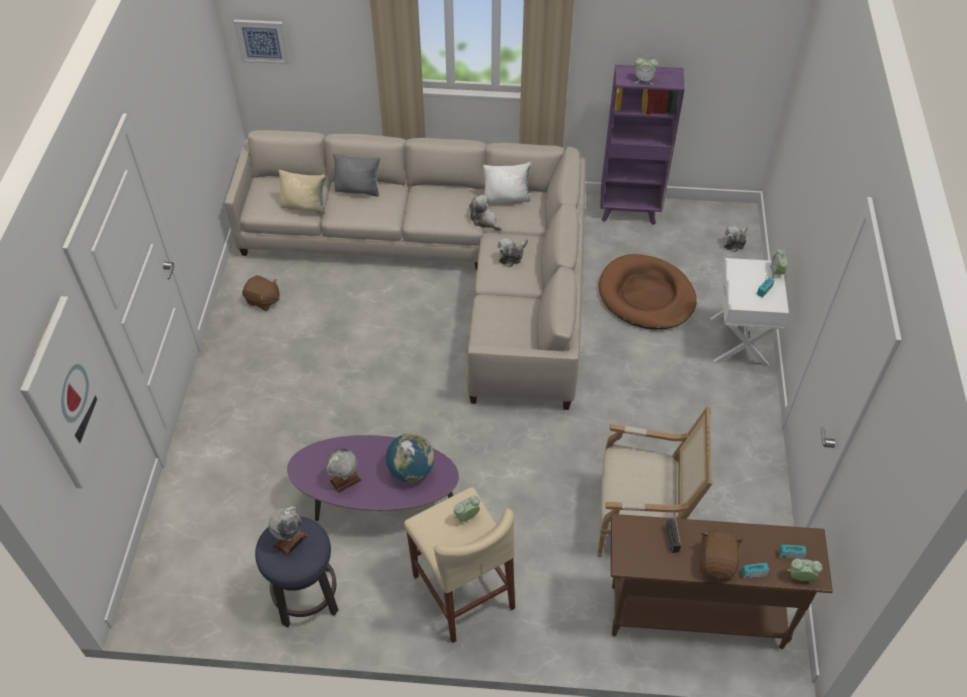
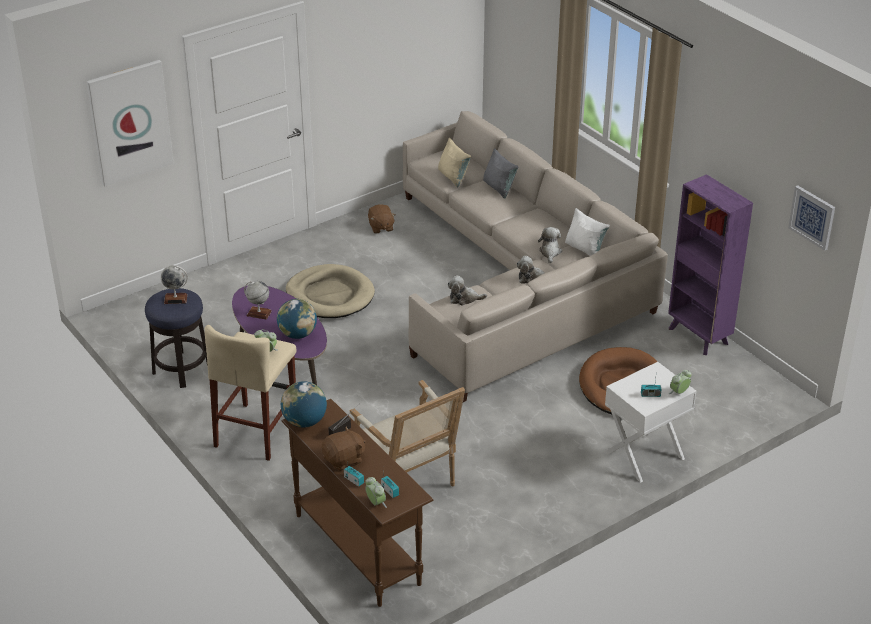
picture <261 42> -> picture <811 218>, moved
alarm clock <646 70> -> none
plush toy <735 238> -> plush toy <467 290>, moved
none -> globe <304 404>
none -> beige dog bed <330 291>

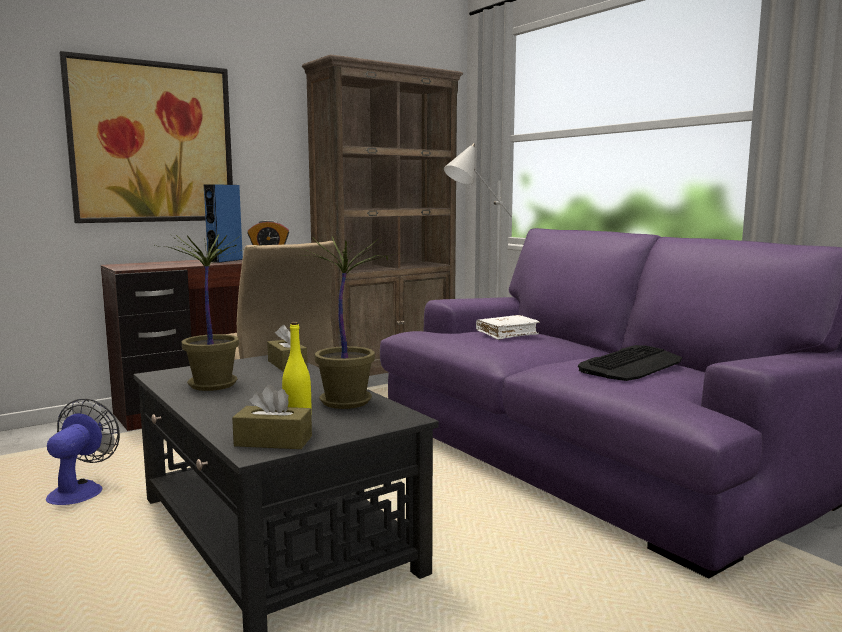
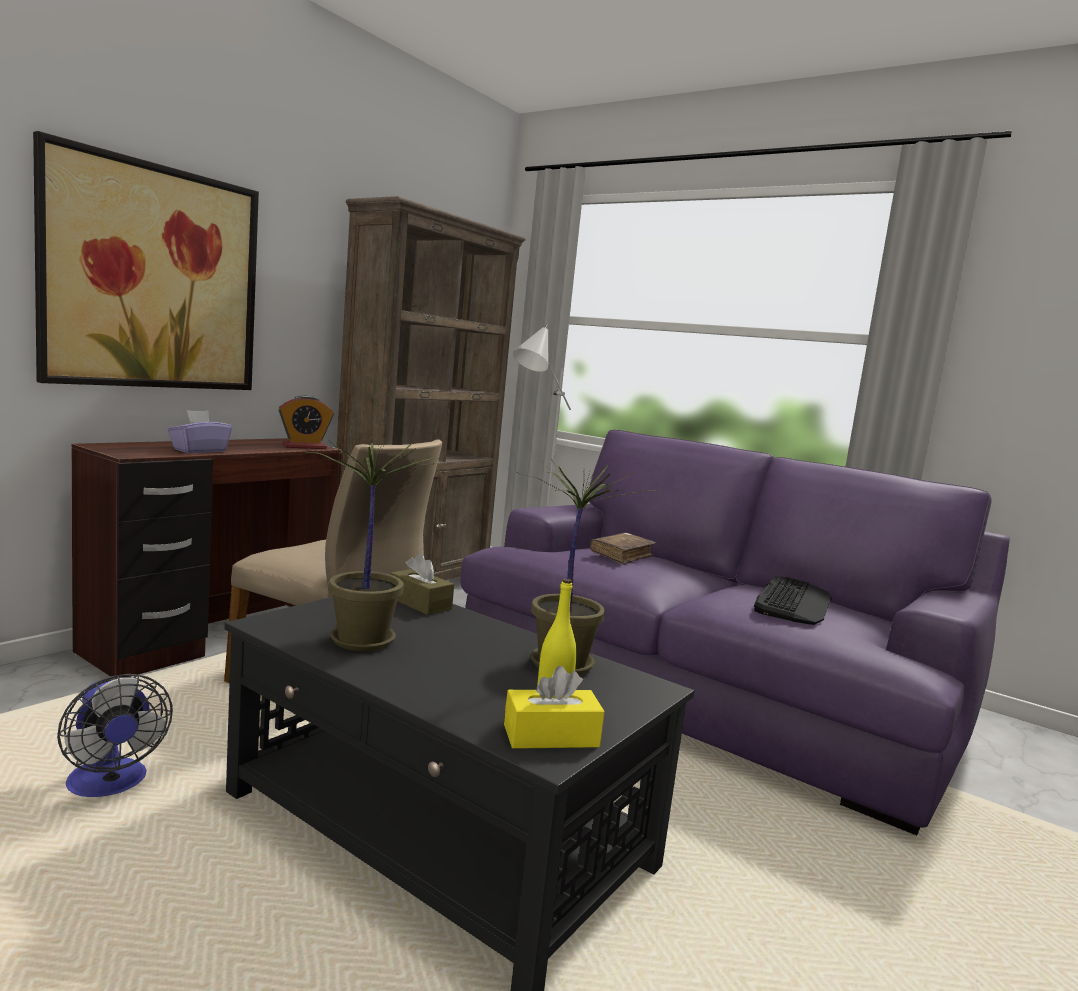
fan <83 452> -> fan <115 735>, 150 degrees clockwise
blue speaker <223 223> -> none
brown tissue box <272 417> -> yellow tissue box <554 707>
white book <508 327> -> brown book <623 548>
none -> purple tissue box <200 431>

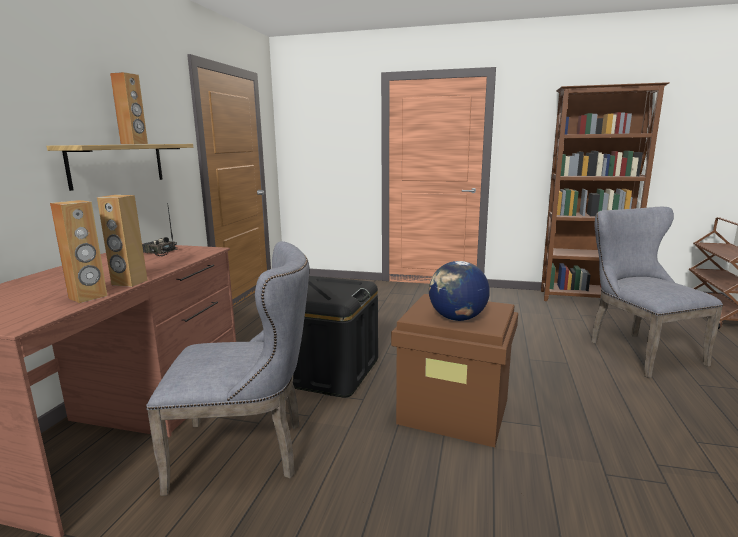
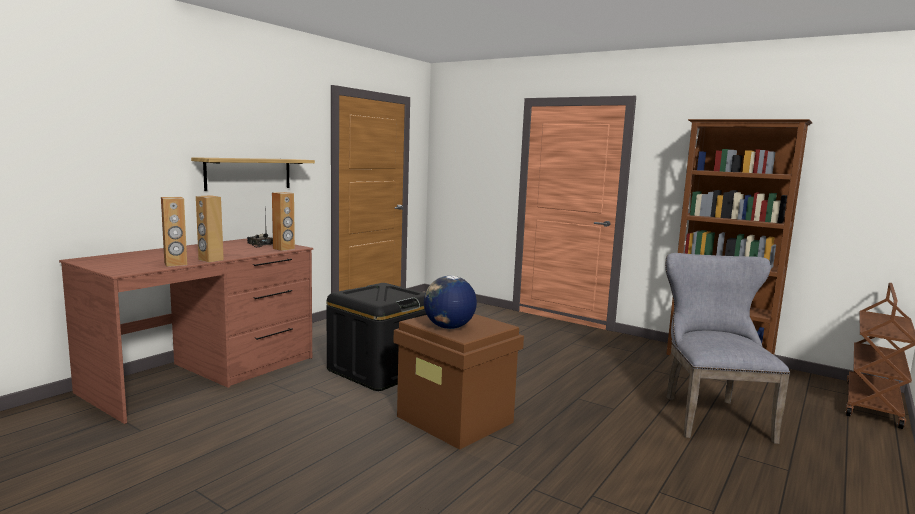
brown speaker <129 108> -> brown speaker <283 221>, moved
grey chair <227 368> -> none

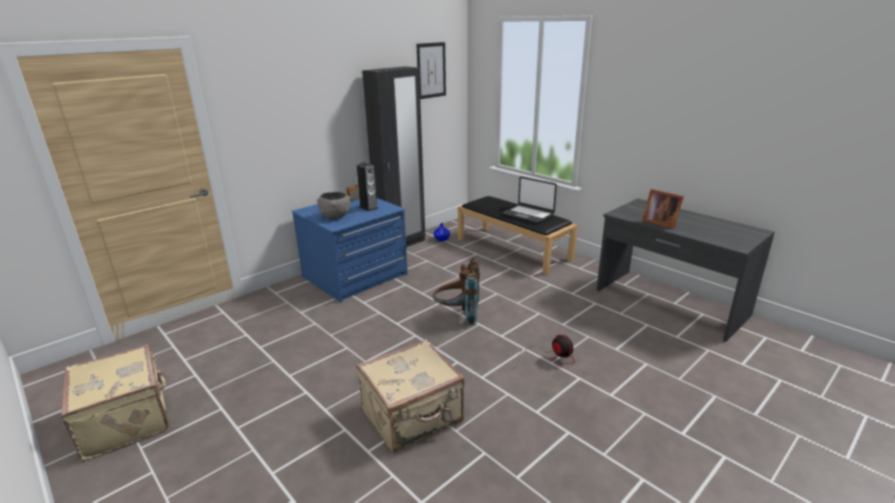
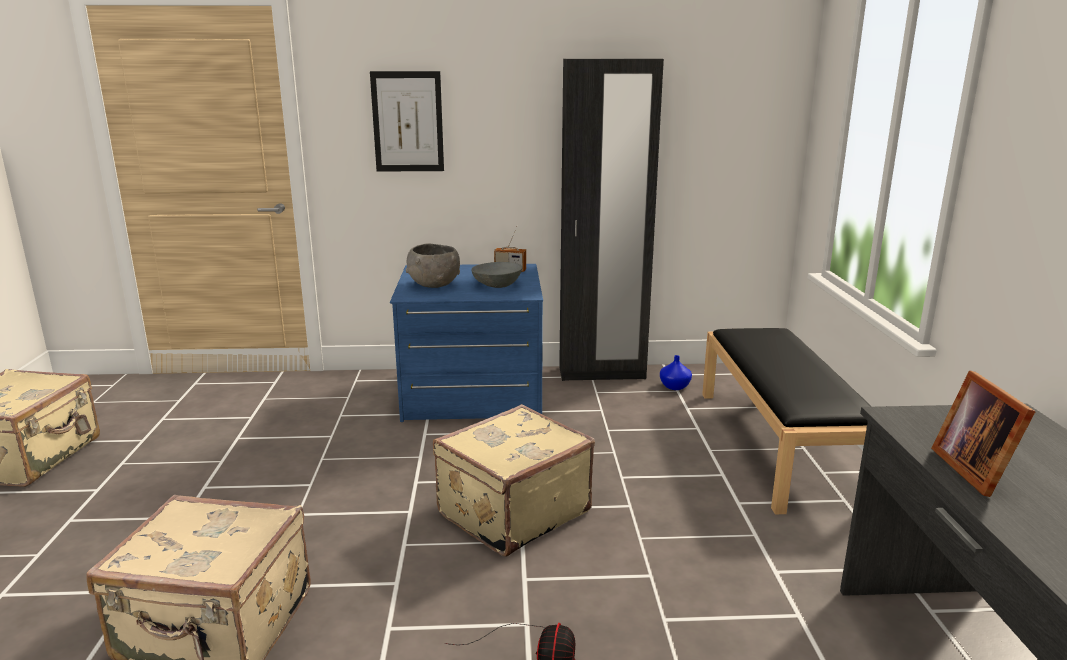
speaker <367 187> -> grey bowl <497 275>
picture <431 70> -> picture <407 121>, moved
brown backpack <456 291> -> beige suitcase <514 480>
laptop <529 199> -> none

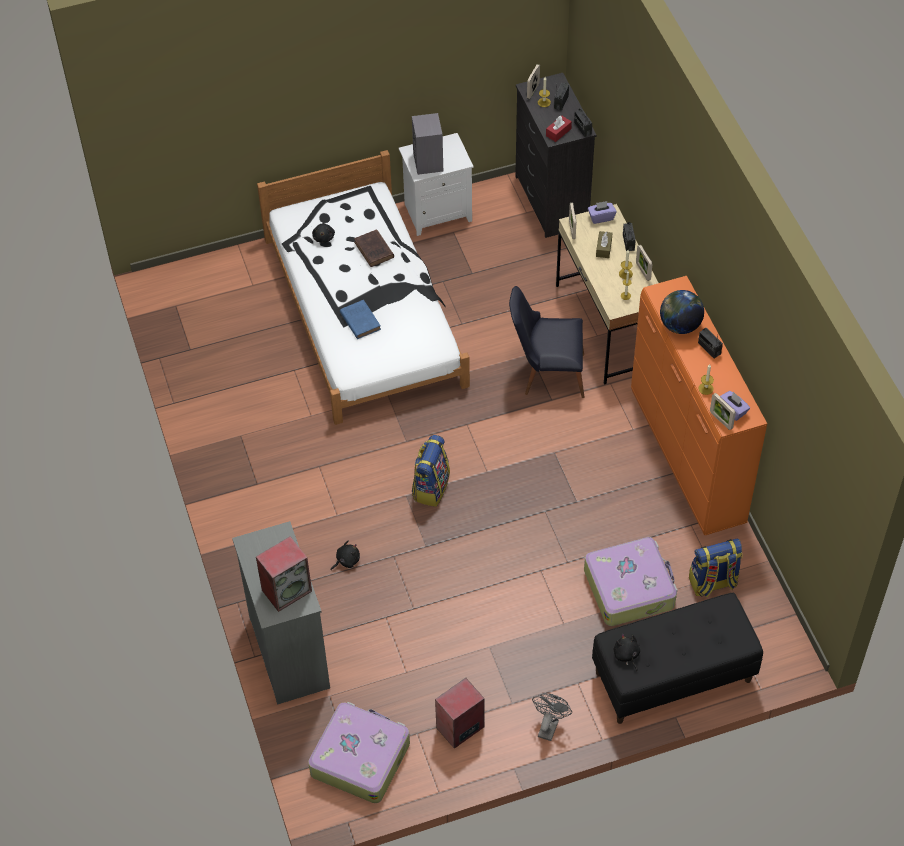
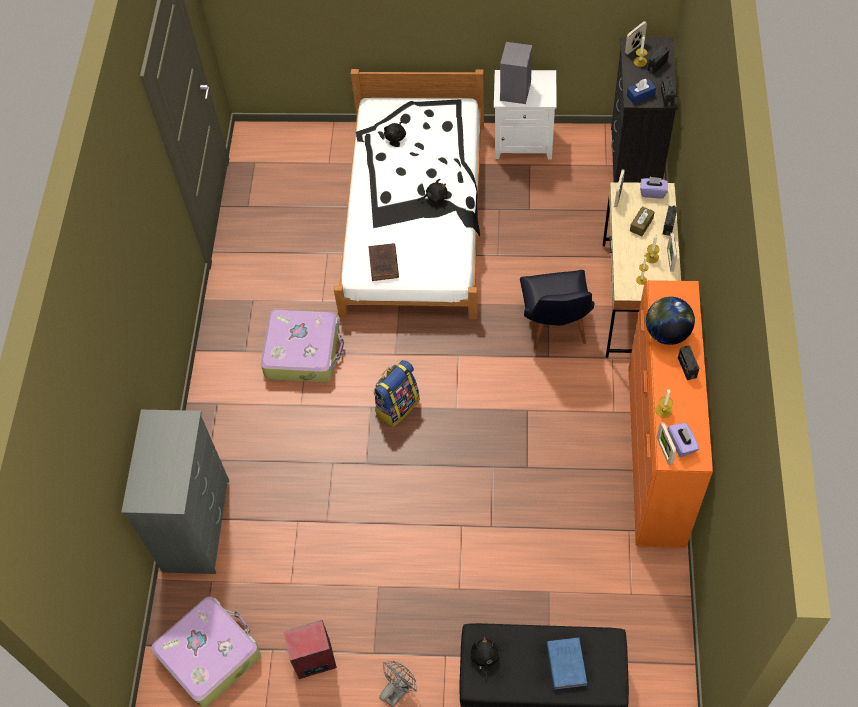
speaker <284 574> -> none
black plush toy <345 555> -> black plush toy <433 191>, moved
blue book <360 319> -> blue book <567 663>, moved
brown book <374 248> -> brown book <383 262>, moved
black chair <546 342> -> black chair <557 310>, 120 degrees counterclockwise
red tissue box <559 129> -> blue tissue box <641 91>
suitcase <630 581> -> suitcase <302 345>, moved
backpack <716 567> -> none

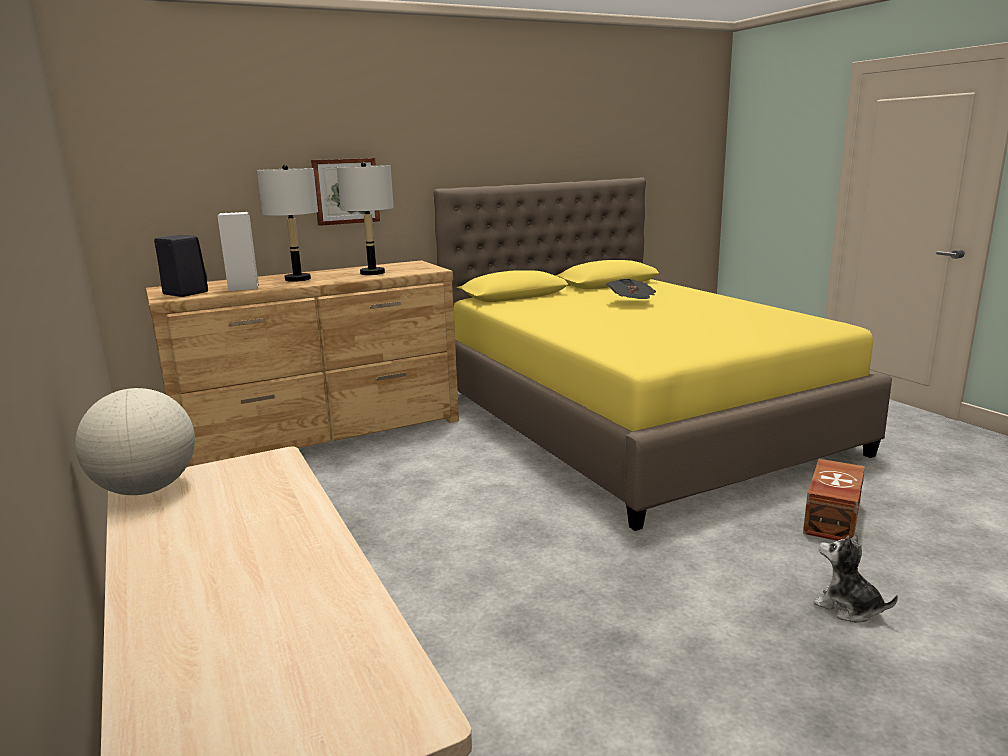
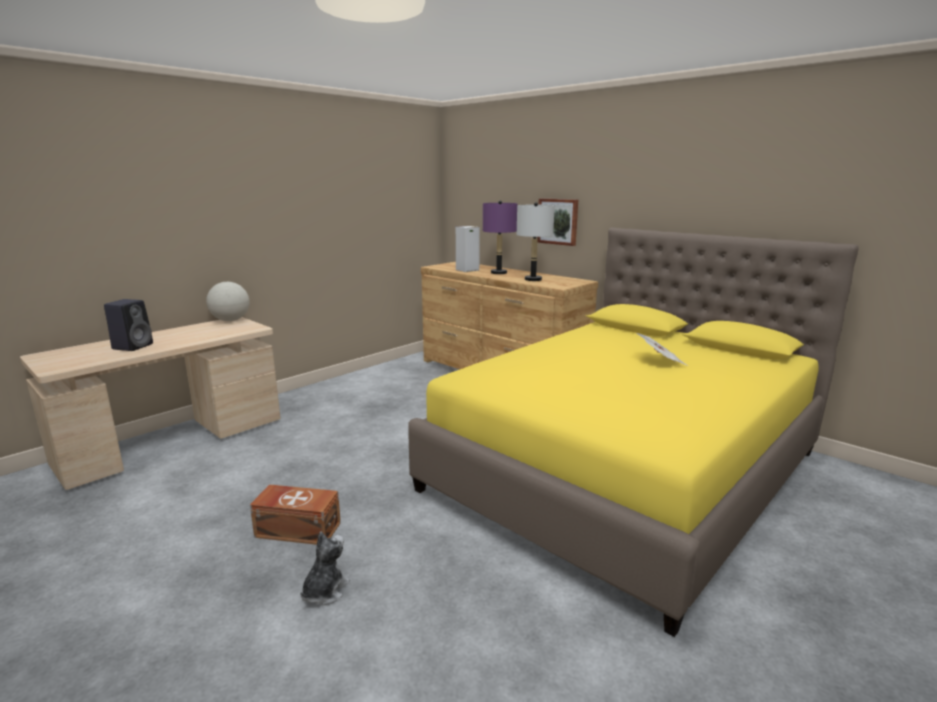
black speaker <181 266> -> black speaker <128 325>, moved
grey table lamp <287 223> -> purple table lamp <500 237>
brown storage box <834 500> -> brown storage box <295 514>, moved

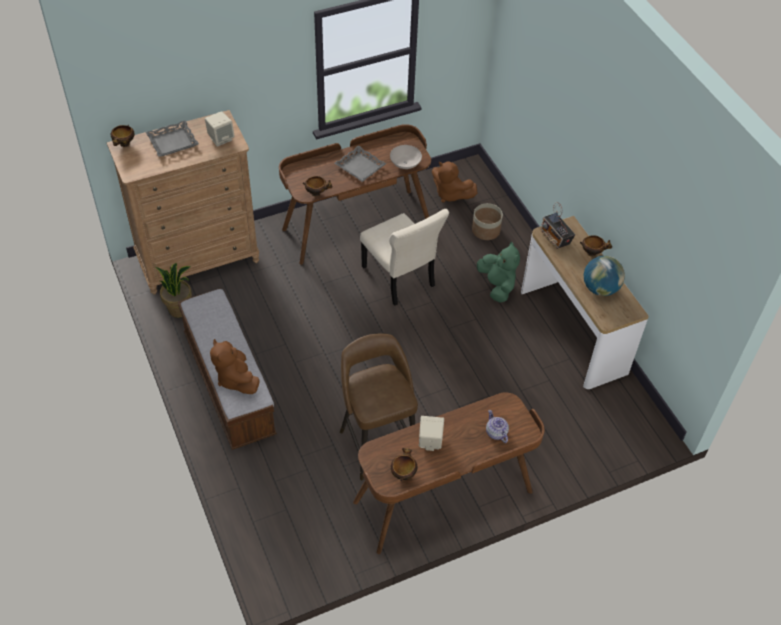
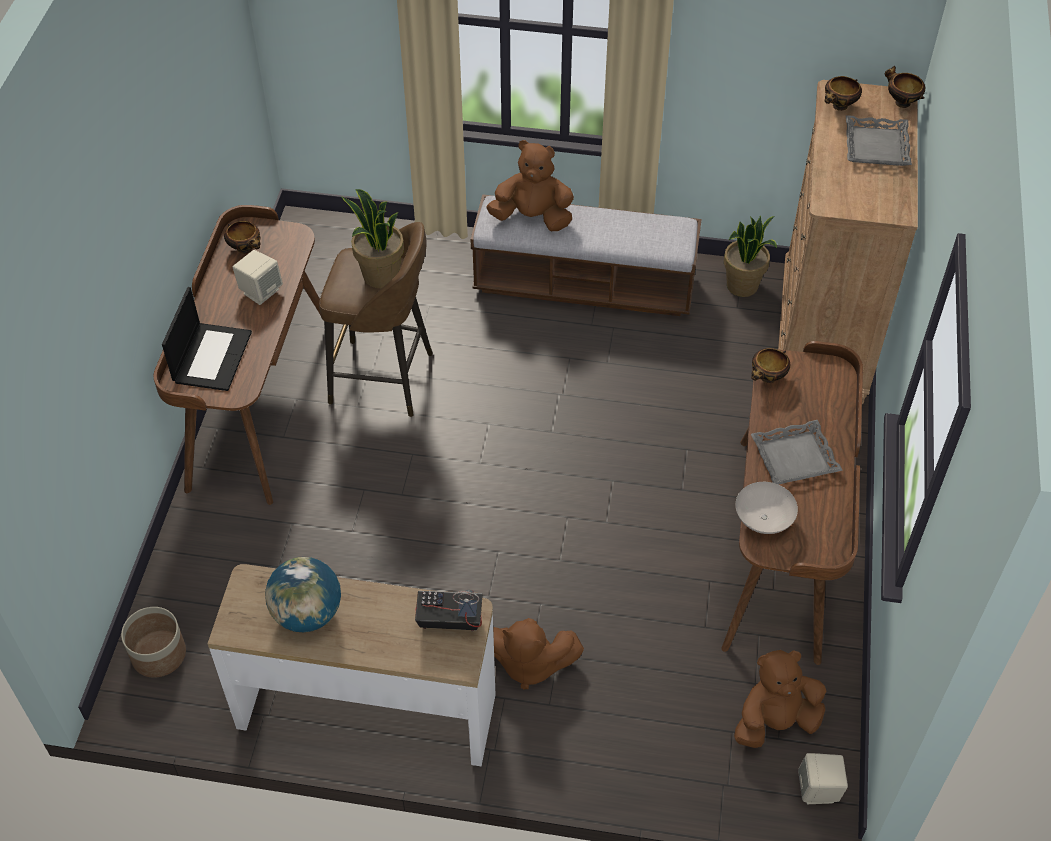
beige speaker <220 129> -> beige speaker <823 778>, moved
beige chair <404 257> -> none
planter <487 221> -> planter <153 642>, moved
green plush toy <498 272> -> brown plush toy <538 653>
teapot <497 426> -> laptop <207 339>
bowl <596 245> -> bowl <843 93>, moved
none -> potted plant <372 238>

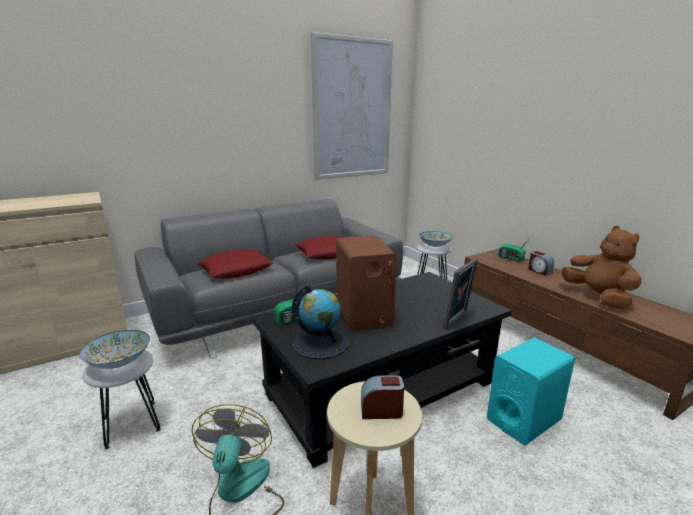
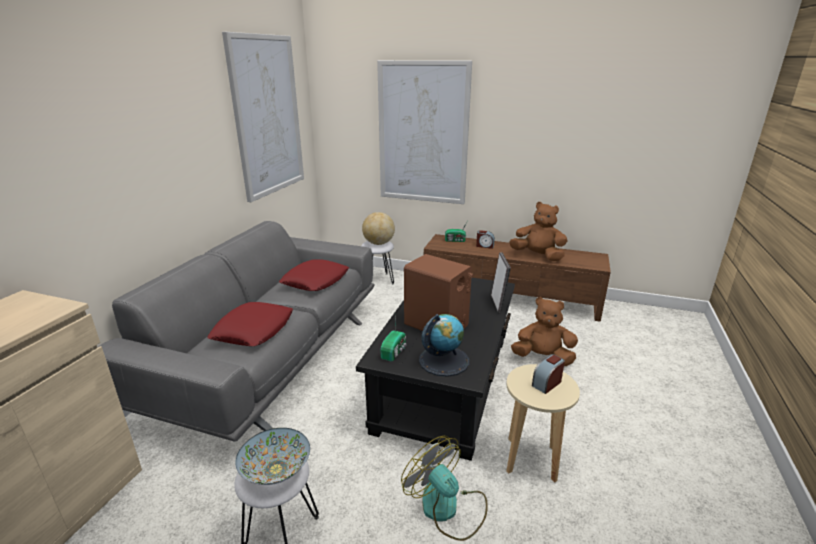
bowl <436 239> -> globe <378 228>
turquoise speaker <531 391> -> brown plush toy <544 331>
none -> picture <424 132>

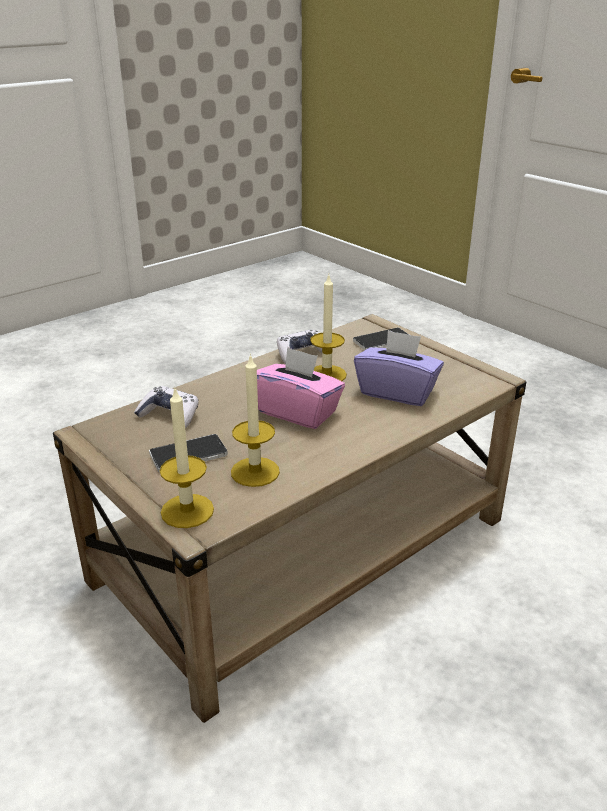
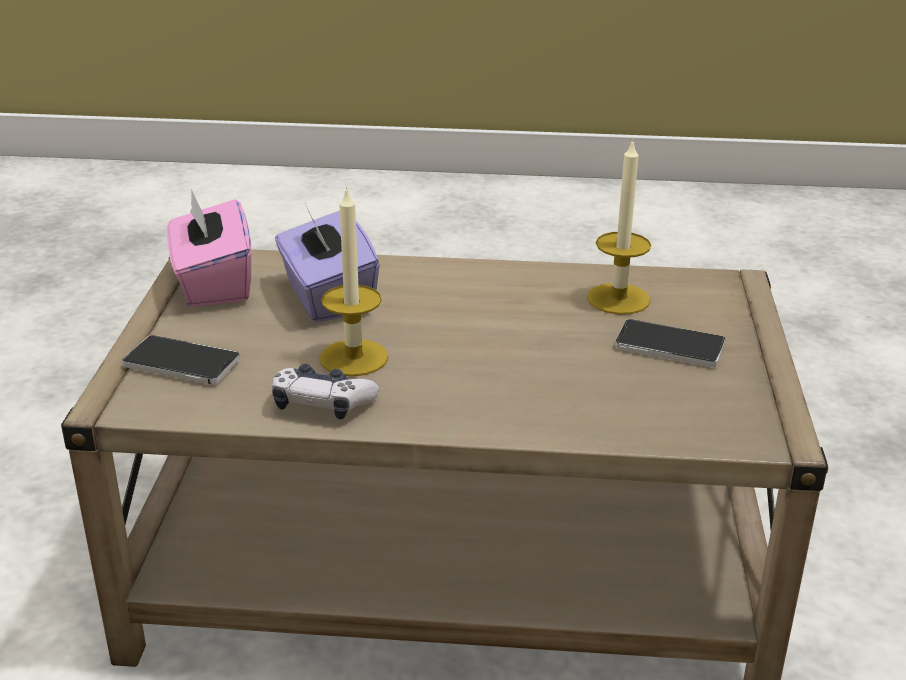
game controller <166 407> -> none
candle <187 457> -> none
pink tissue box <301 388> -> pink tissue box <209 248>, moved

